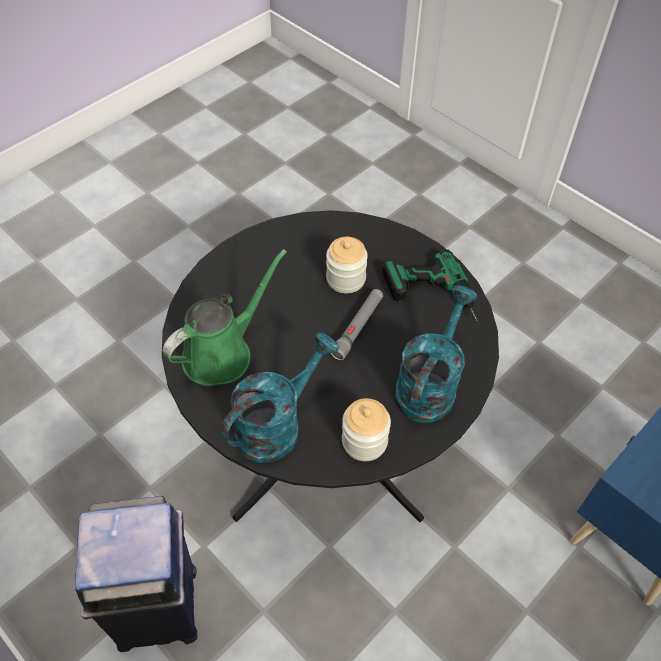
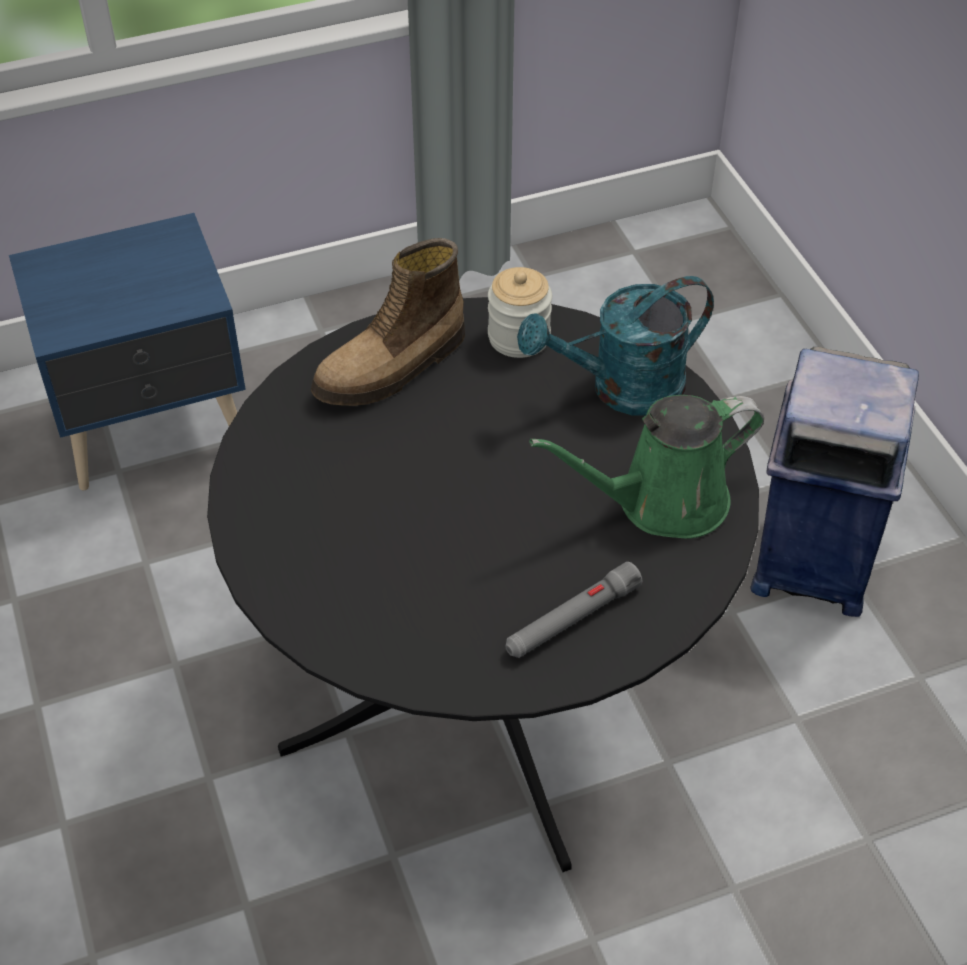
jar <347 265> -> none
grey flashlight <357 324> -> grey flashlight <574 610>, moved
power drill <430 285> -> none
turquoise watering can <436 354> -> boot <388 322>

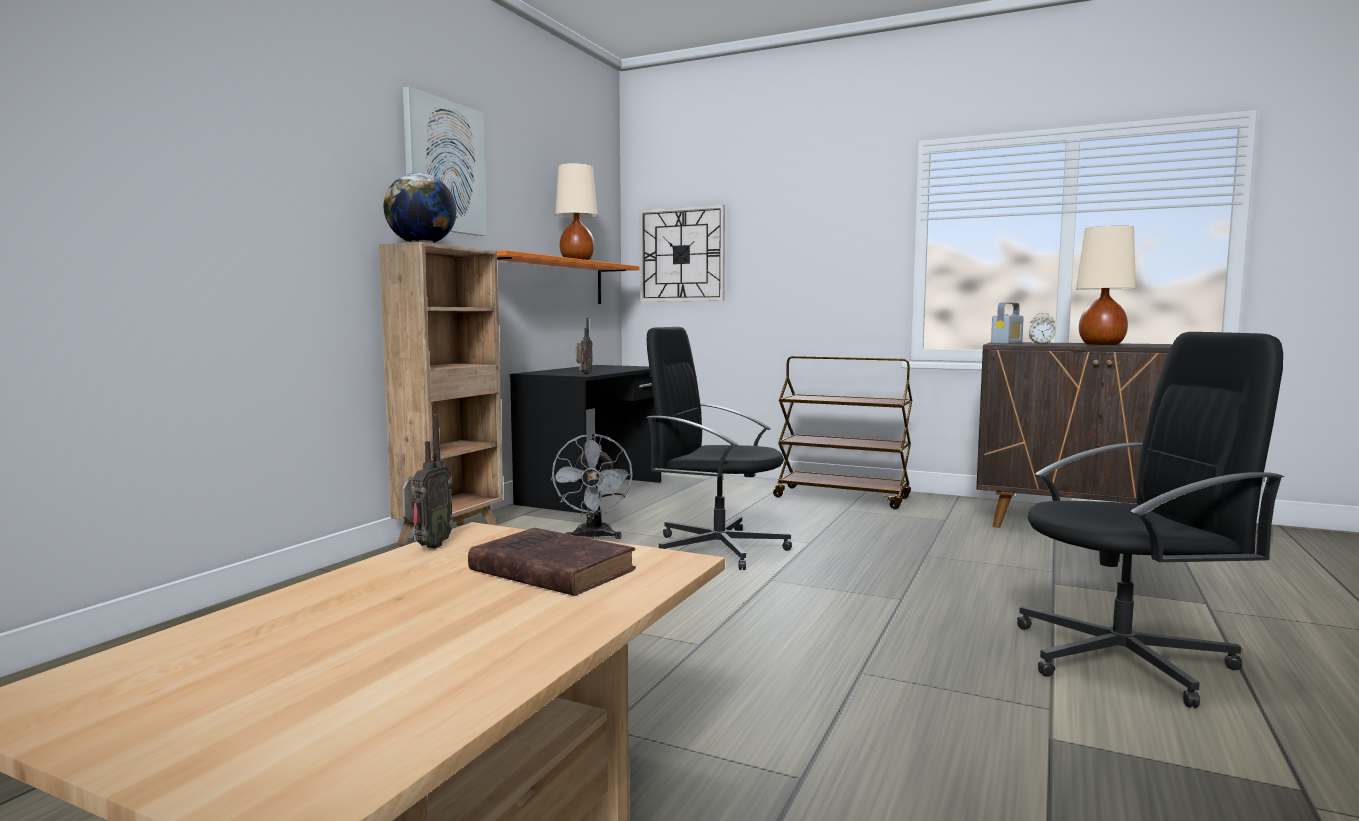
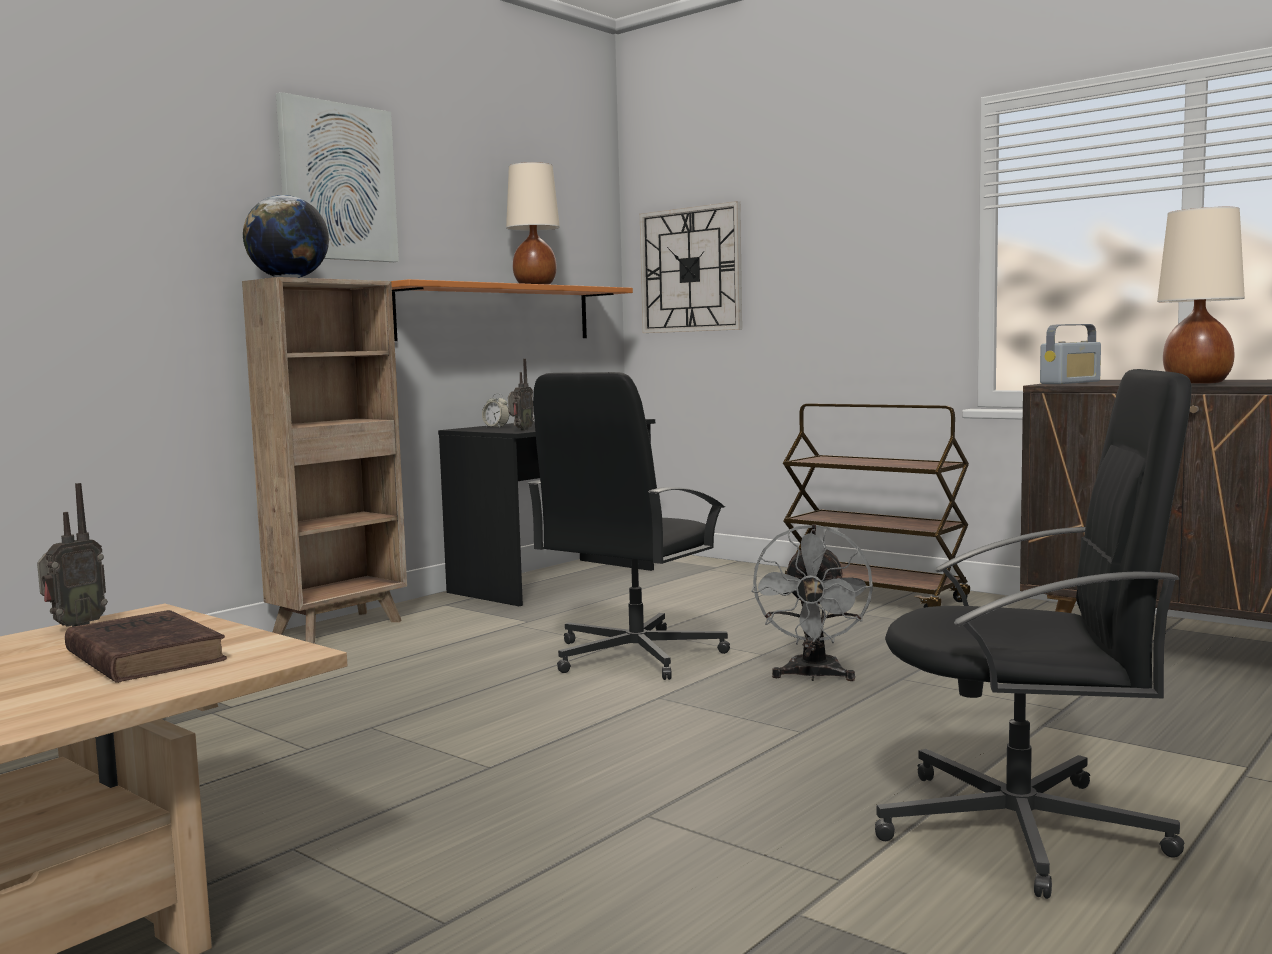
grey fan <592 486> -> grey fan <812 602>, moved
black office chair <719 448> -> black office chair <628 526>, 90 degrees counterclockwise
alarm clock <1042 328> -> alarm clock <495 410>, moved

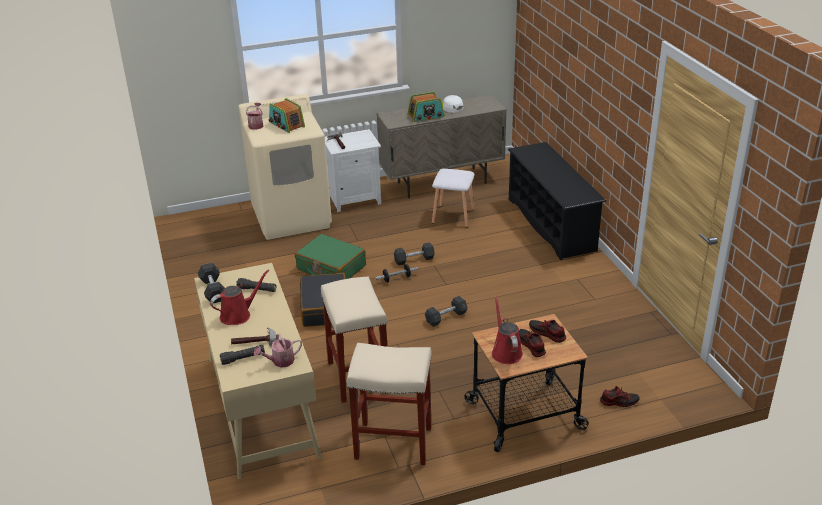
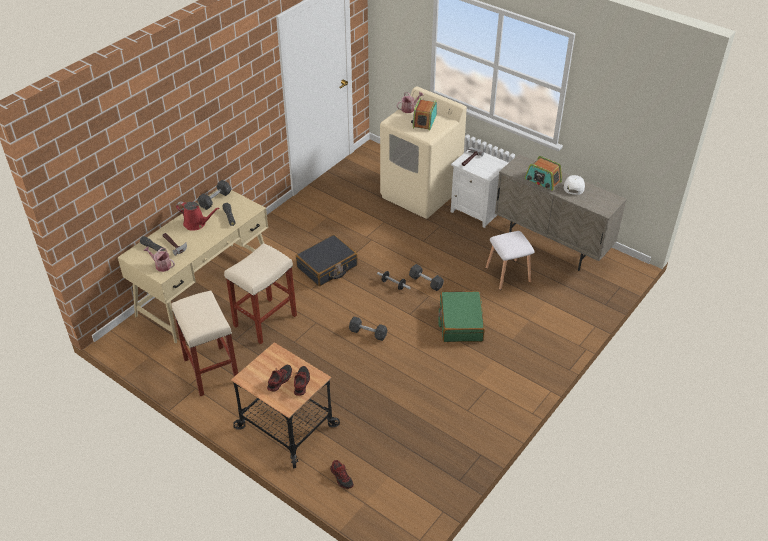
green suitcase <330 256> -> green suitcase <461 316>, moved
red watering can <507 330> -> none
black shoe rack <557 201> -> none

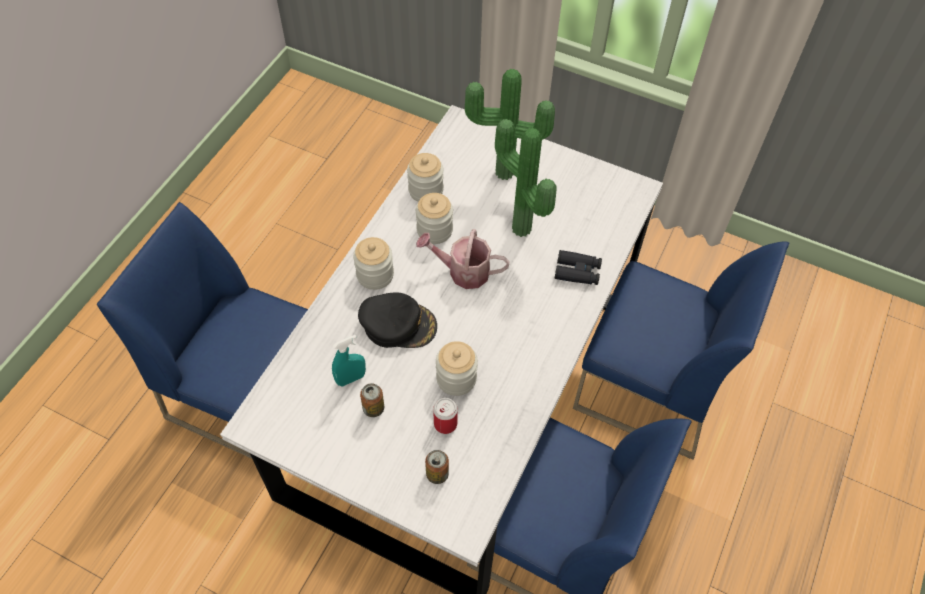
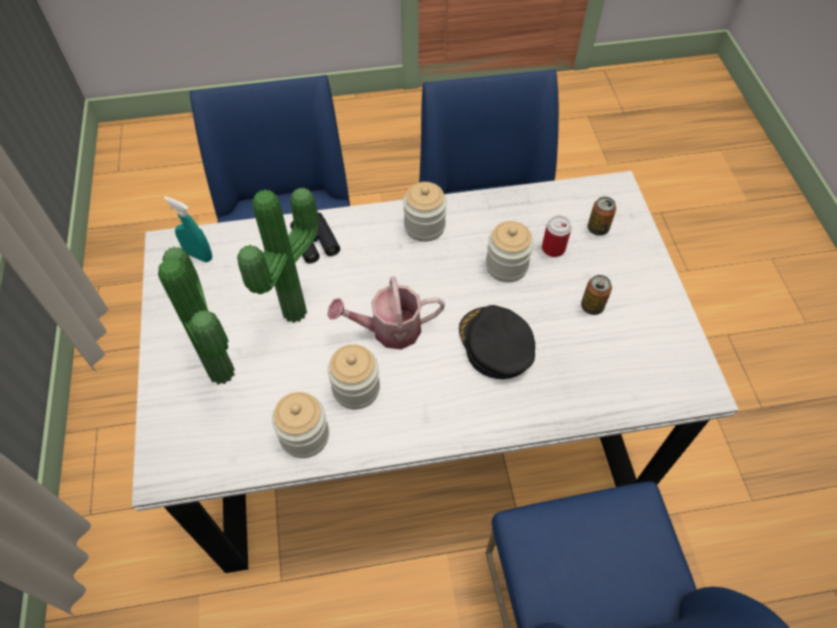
turquoise spray bottle <349 361> -> turquoise spray bottle <188 229>, moved
jar <373 263> -> jar <425 212>, moved
watering can <463 259> -> watering can <386 313>, 105 degrees clockwise

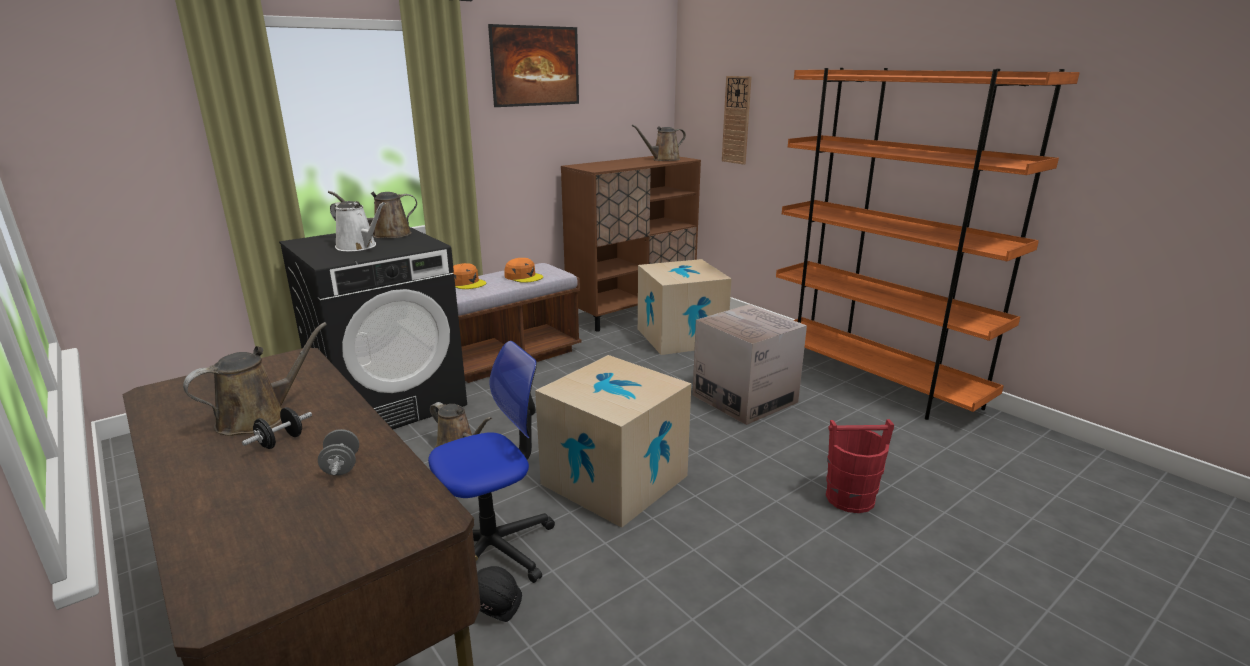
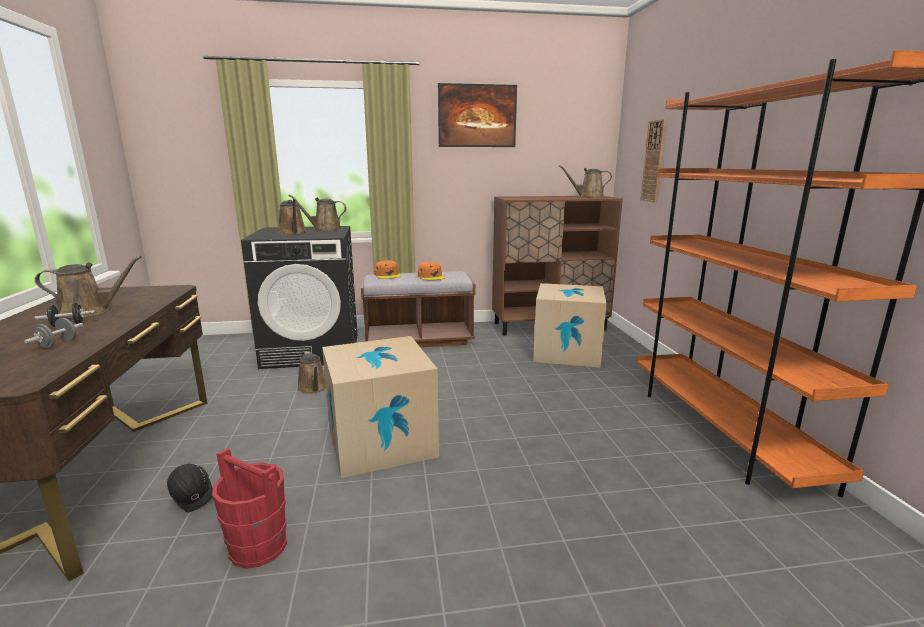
white watering can <357 226> -> brown watering can <292 217>
office chair <491 462> -> none
cardboard box <750 364> -> none
red bucket <860 466> -> red bucket <249 508>, moved

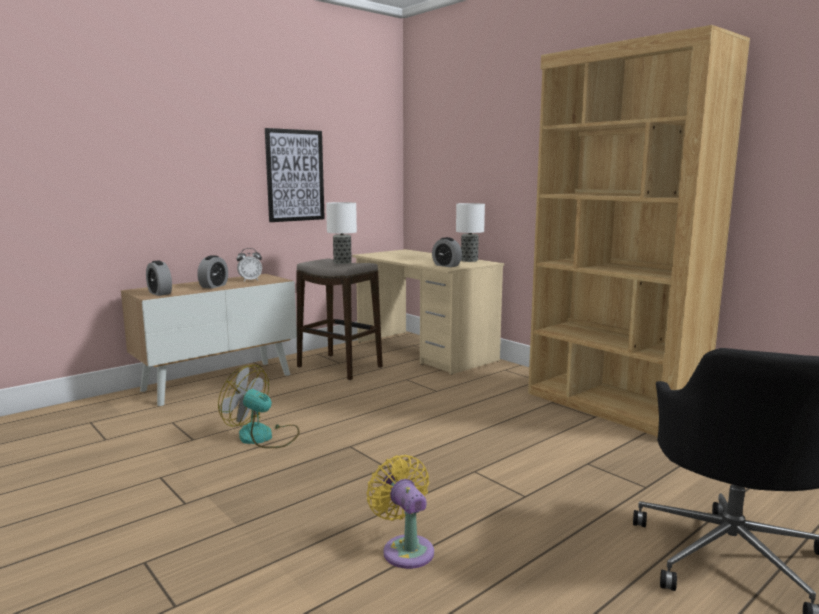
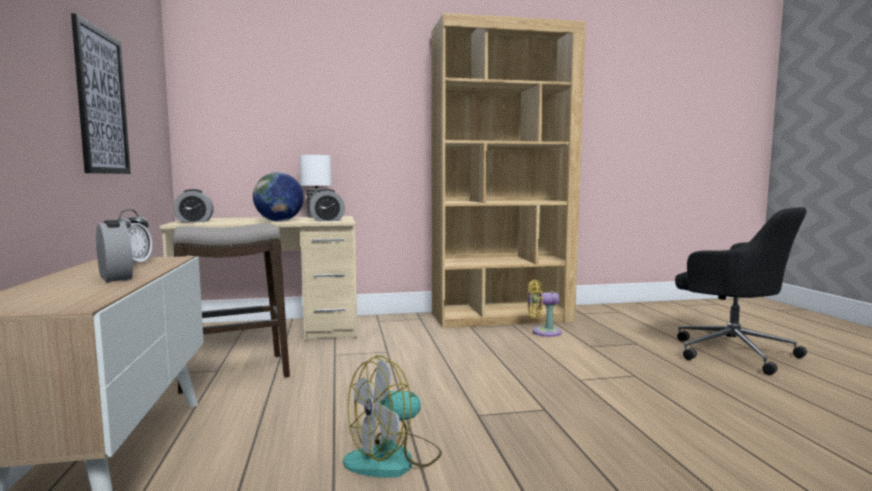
alarm clock <159 278> -> alarm clock <193 206>, moved
table lamp <341 233> -> none
yellow fan <400 512> -> yellow fan <544 308>, moved
none -> globe <278 196>

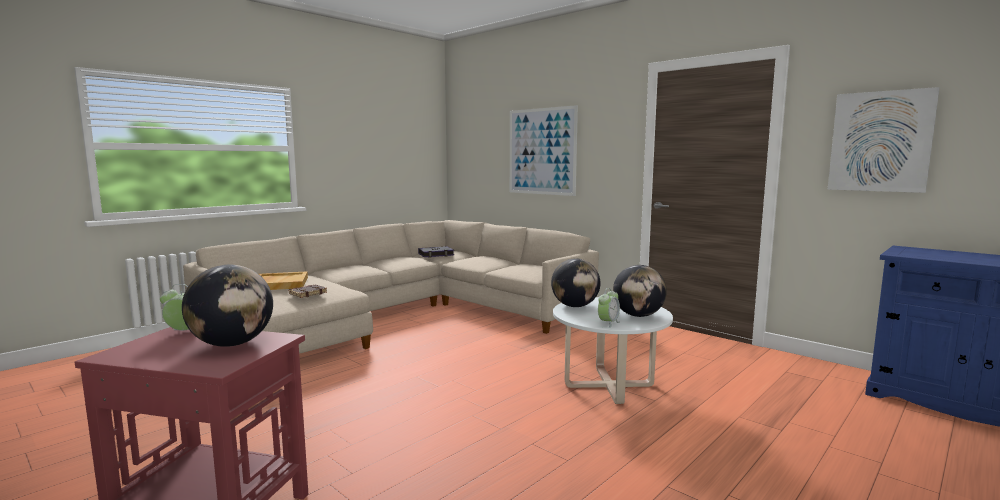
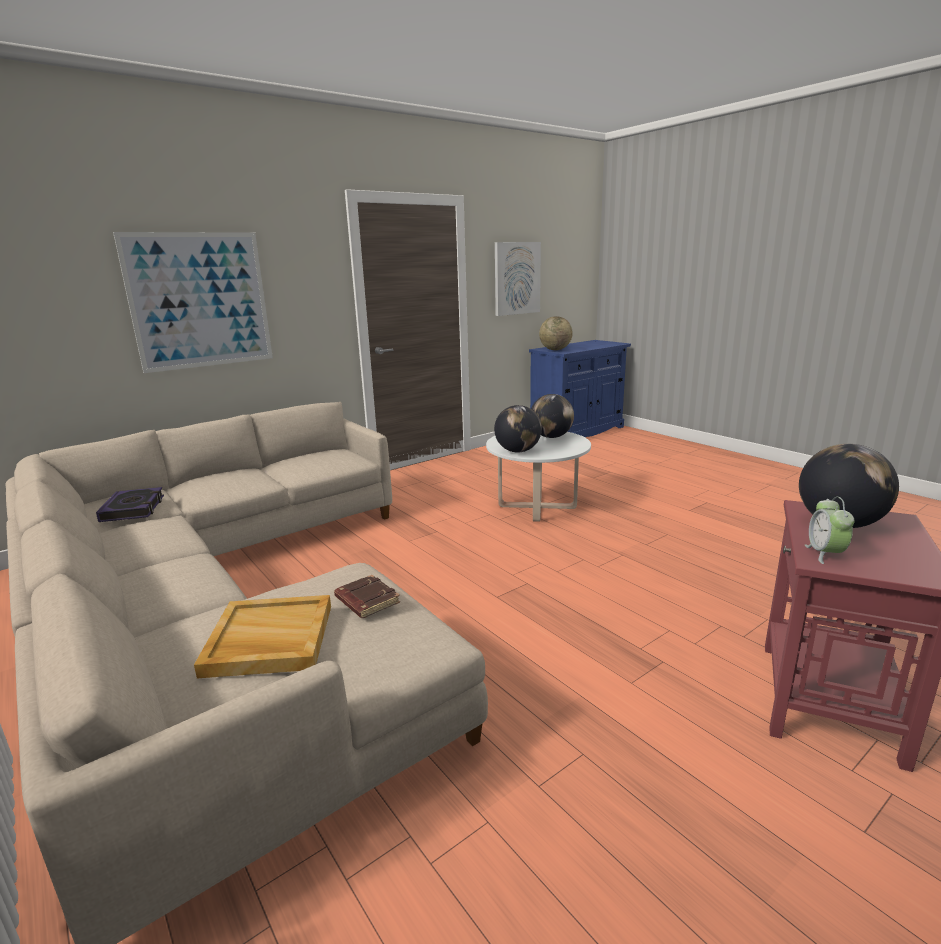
alarm clock <609 308> -> none
none -> globe <556 333>

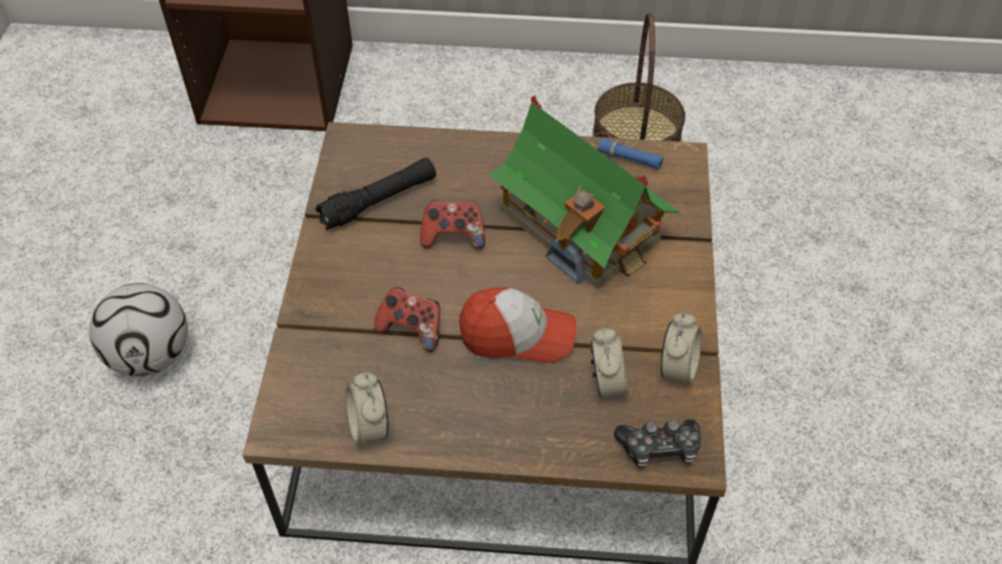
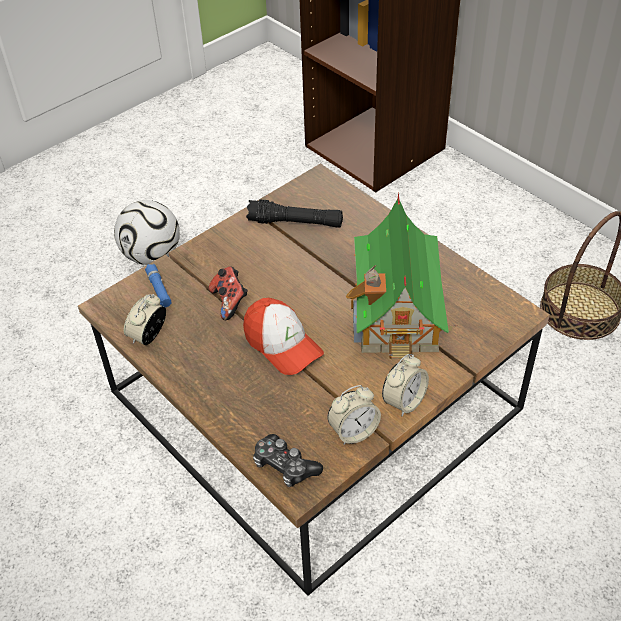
game controller <452 224> -> none
alarm clock <610 363> -> alarm clock <405 385>, moved
blue flashlight <630 153> -> blue flashlight <158 286>, moved

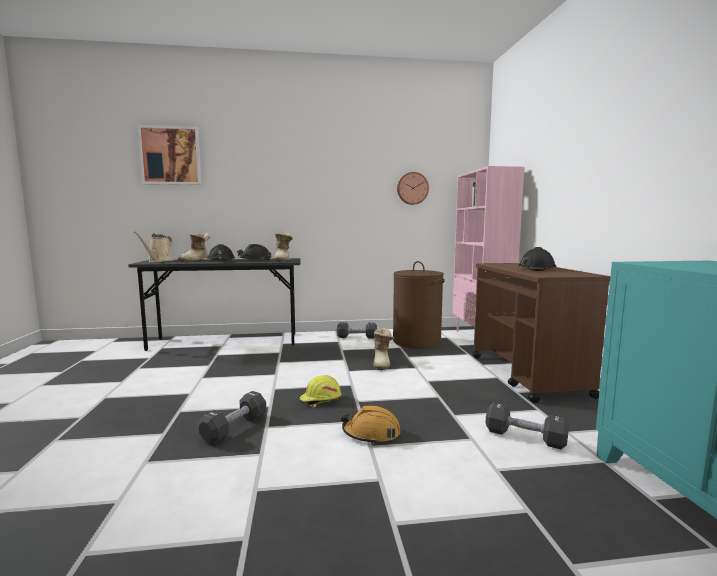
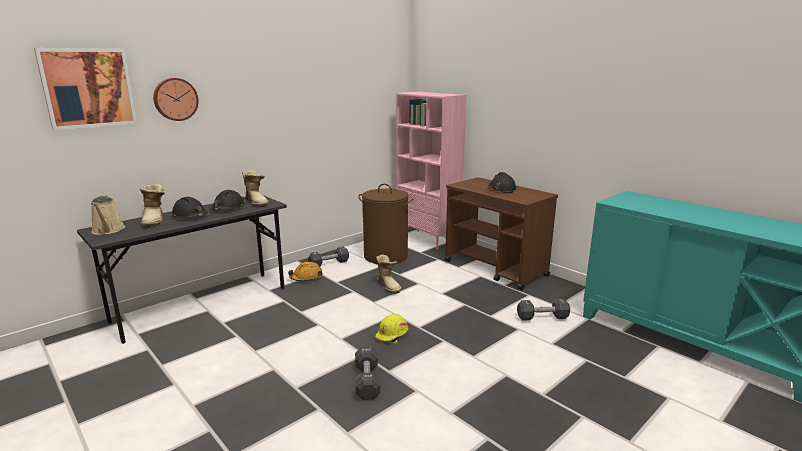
orange hard hat <371 425> -> orange hard hat <305 271>, moved
wall clock <413 188> -> wall clock <175 99>, moved

